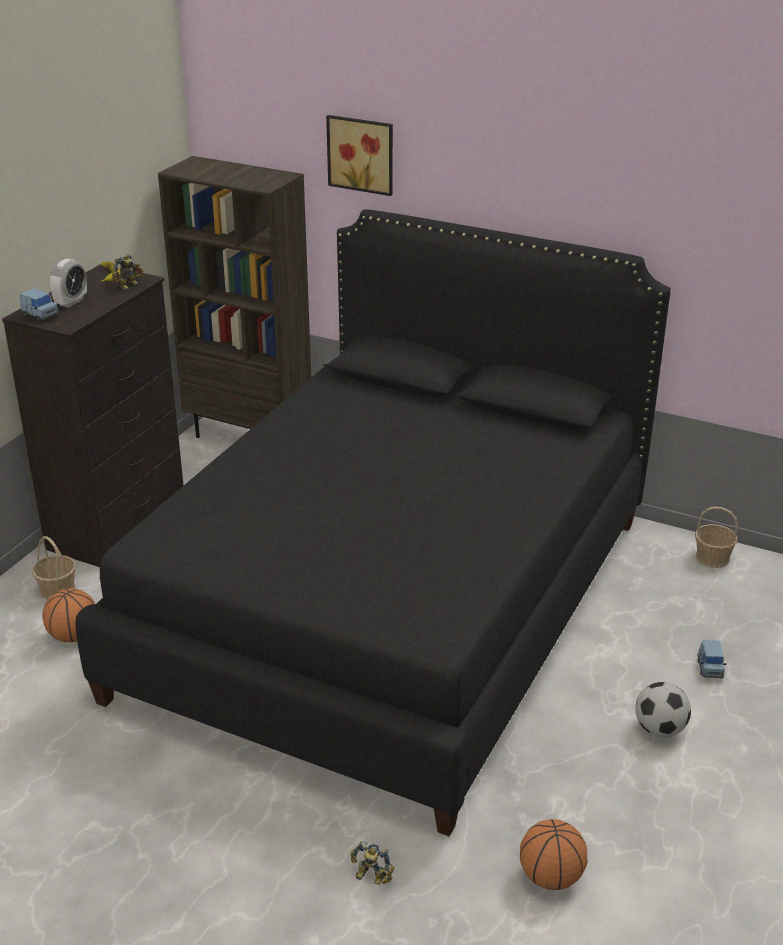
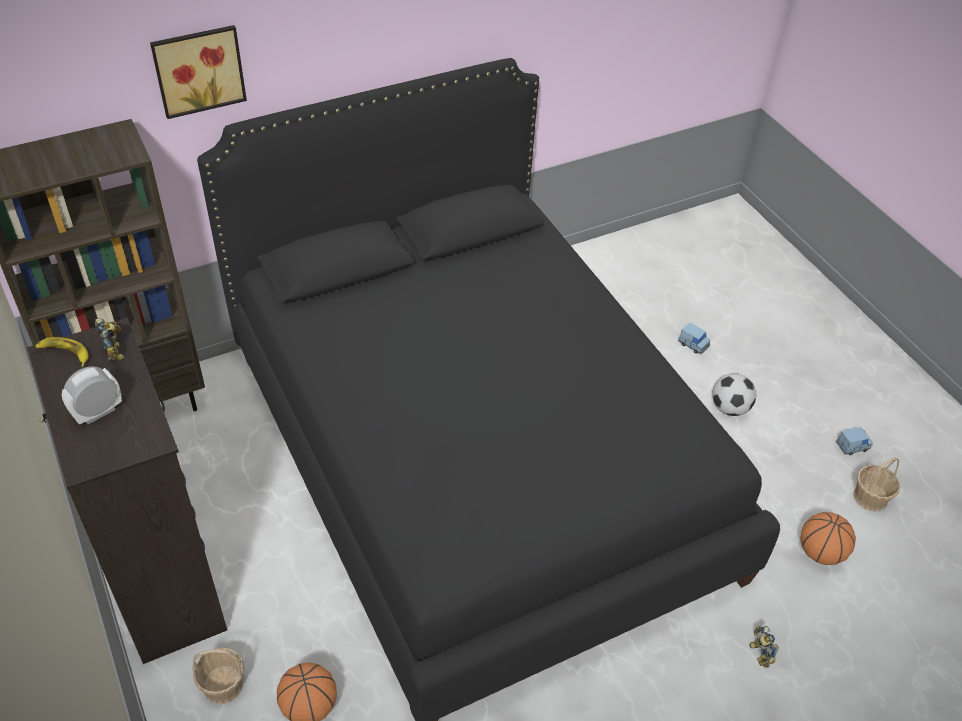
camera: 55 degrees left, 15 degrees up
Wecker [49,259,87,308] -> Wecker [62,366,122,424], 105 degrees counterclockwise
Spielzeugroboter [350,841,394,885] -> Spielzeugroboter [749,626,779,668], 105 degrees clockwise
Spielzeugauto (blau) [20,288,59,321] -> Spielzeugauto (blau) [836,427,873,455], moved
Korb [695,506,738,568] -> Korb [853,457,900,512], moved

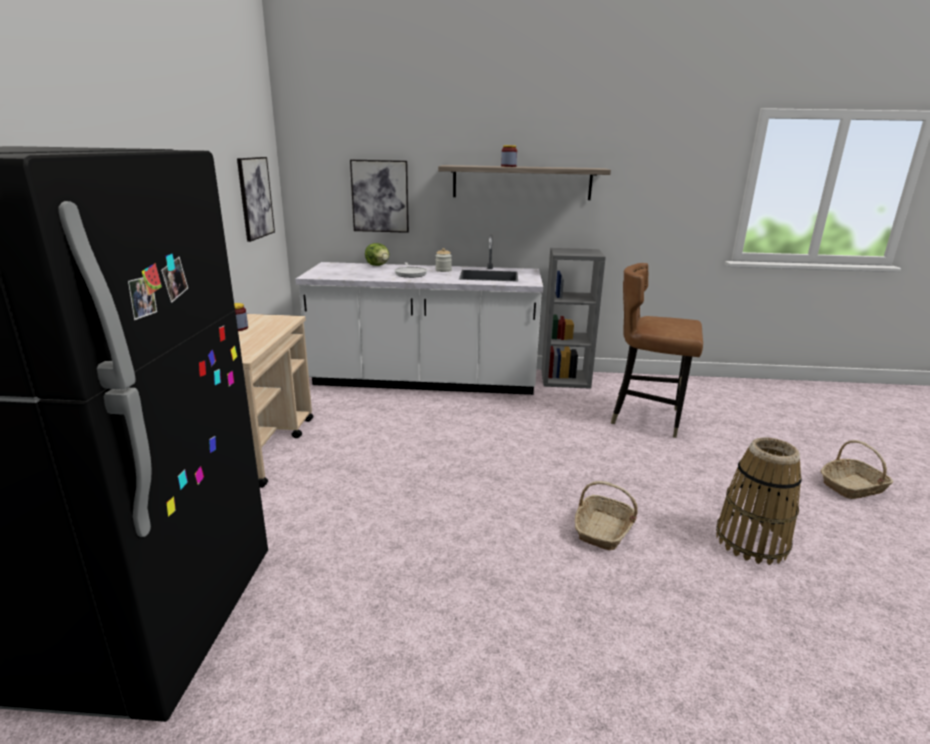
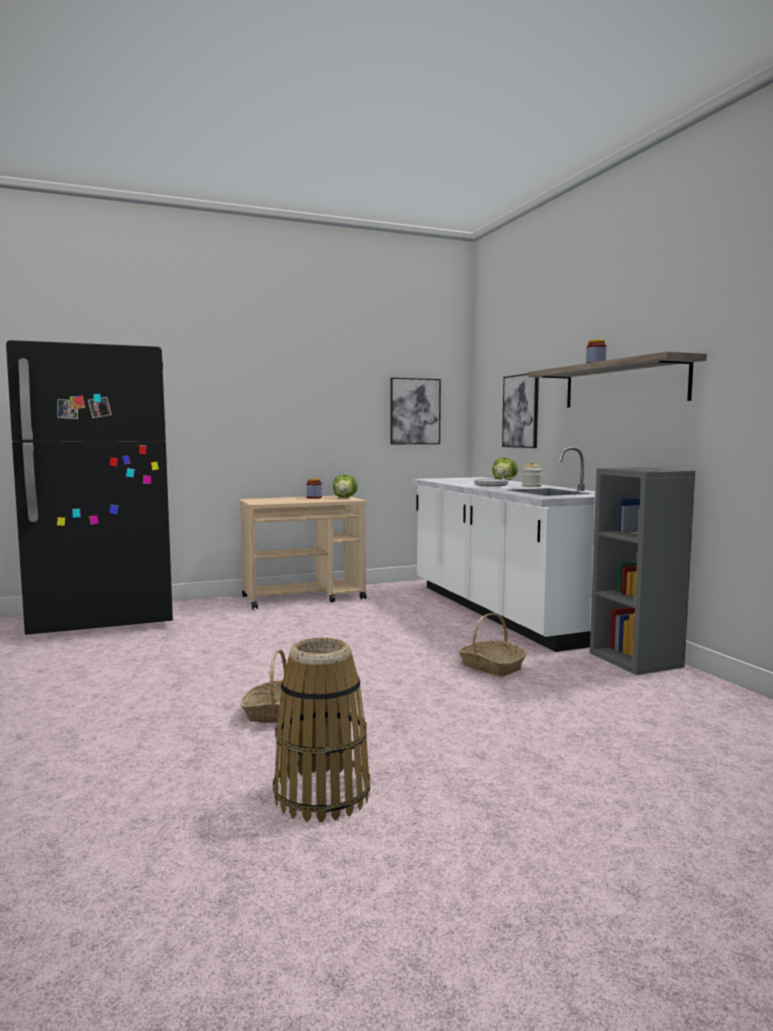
camera: 65 degrees right, 15 degrees down
none -> Salatkopf [333,475,358,498]
Korb [821,440,893,499] -> Korb [458,613,527,677], moved
Stuhl (braun) [611,263,703,438] -> none

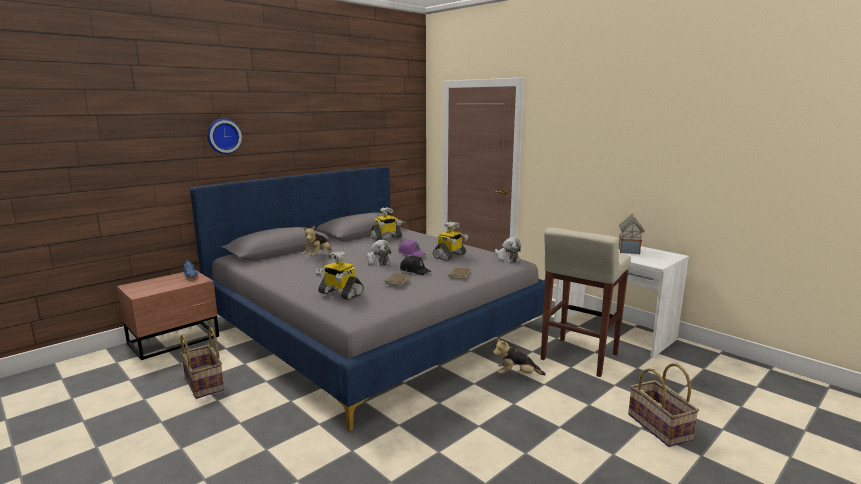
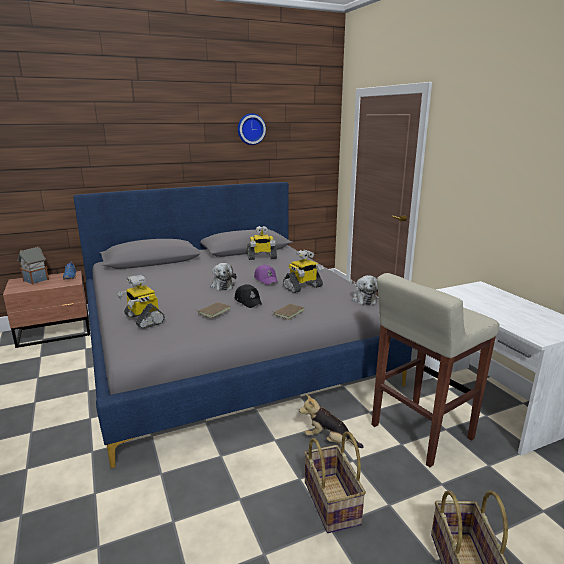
camera: 20 degrees right, 5 degrees up
Spielzeughaus [619,214,645,255] -> Spielzeughaus [17,246,49,285], moved
Wanduhr [207,119,242,154] -> Wanduhr [238,113,266,145], moved
Korb [181,327,224,399] -> Korb [304,431,366,533], moved
Plüschtier [302,226,331,257] -> none

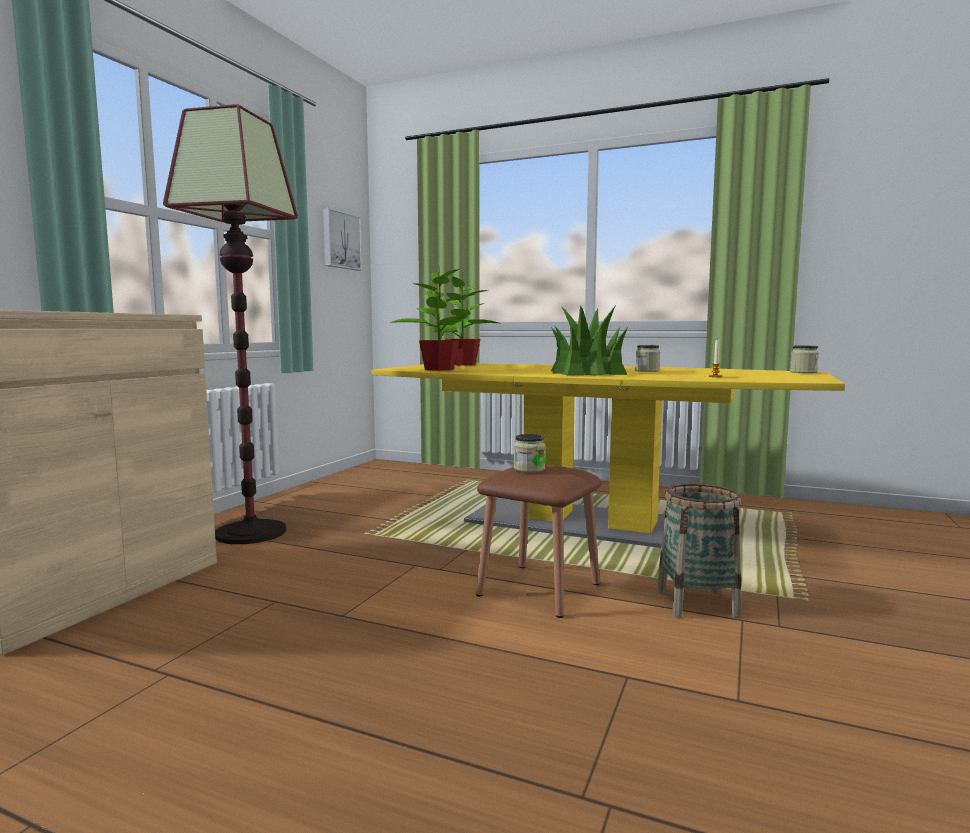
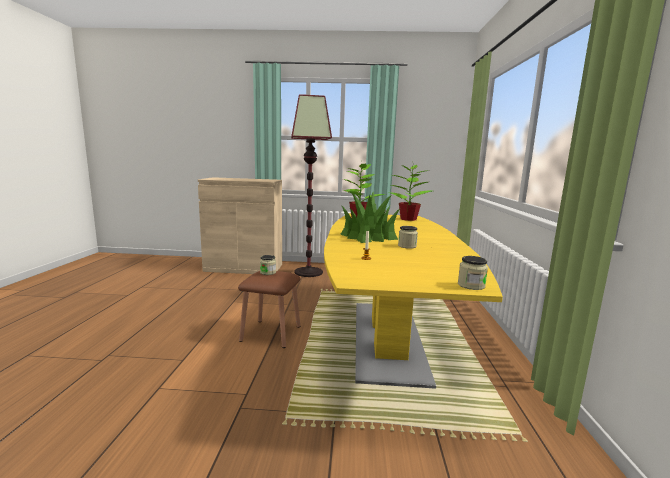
camera: 70 degrees right, 5 degrees up
Bild [323,208,362,271] -> none
Korb [657,483,741,618] -> none

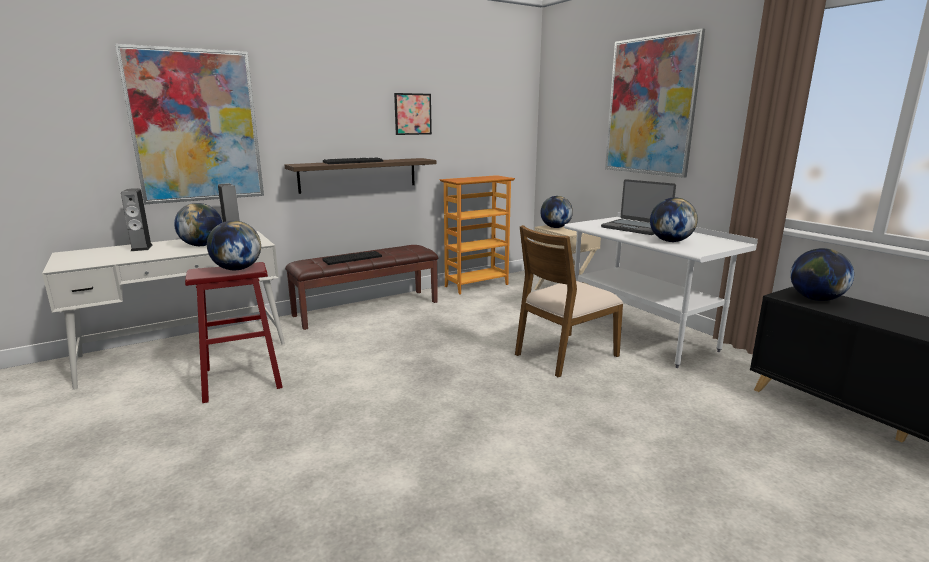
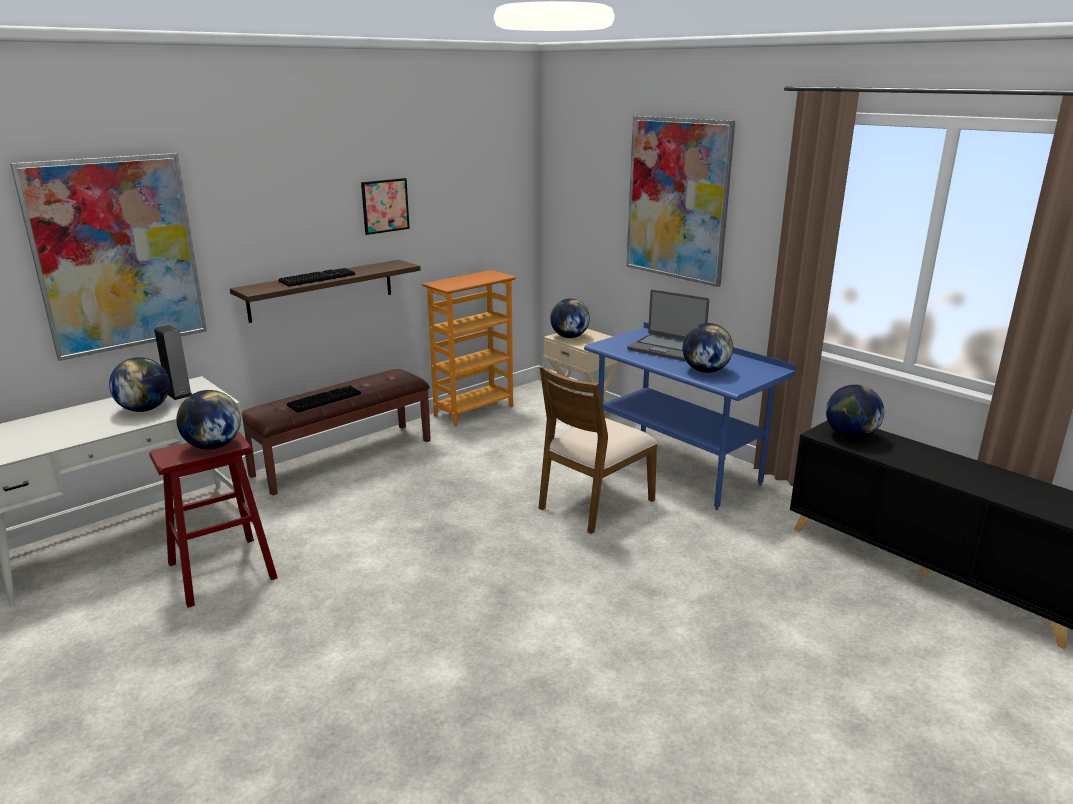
camera: 10 degrees left, 5 degrees up
Schreibtisch (weiß) [564,212,758,368] -> Schreibtisch (blau) [584,322,796,510]
Lautsprecher [121,188,152,251] -> none

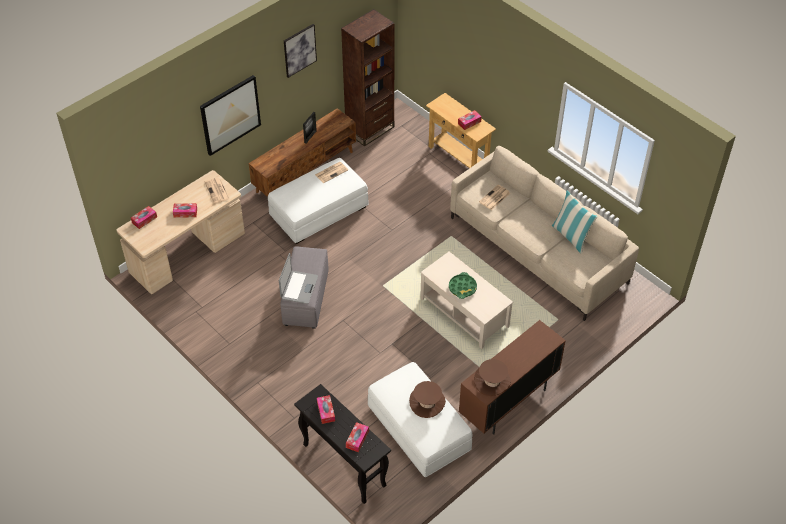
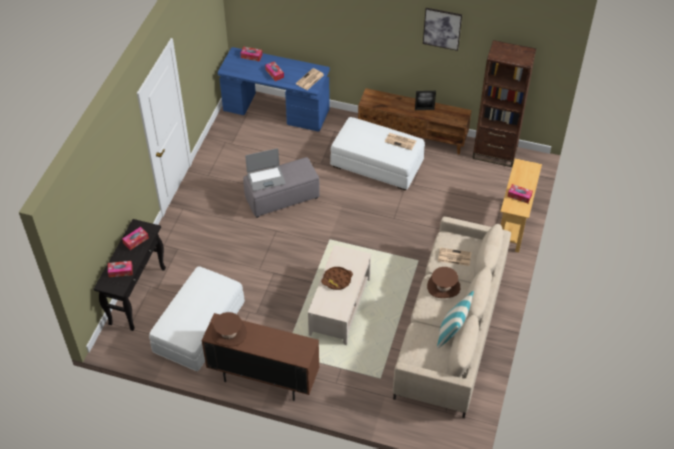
camera: 60 degrees right, 0 degrees up
Schreibtisch (beige) [116,170,245,294] -> Schreibtisch (blau) [218,47,330,132]
Tablett (grün) [449,272,477,299] -> Tablett (braun) [321,267,353,290]
Hut (braun) [409,381,446,418] -> Hut (braun) [427,267,460,298], moved
Bild [200,75,261,156] -> none

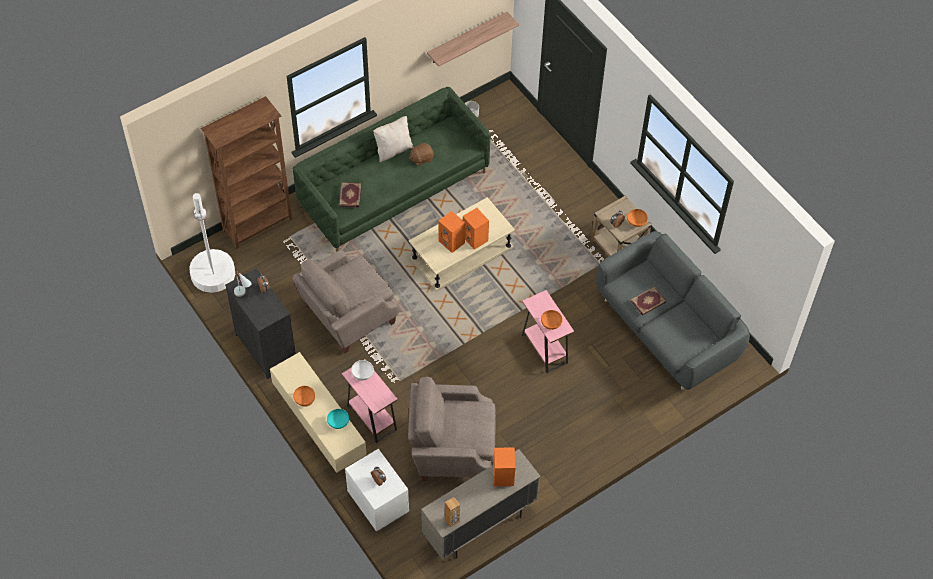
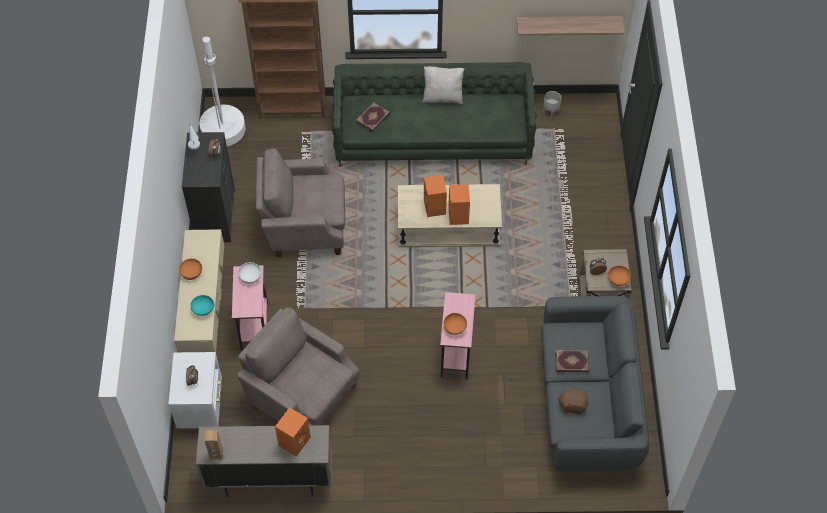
camera: 35 degrees right, 0 degrees up
Plüschtier (braun) [409,143,434,166] -> Plüschtier (braun) [557,386,589,414], moved

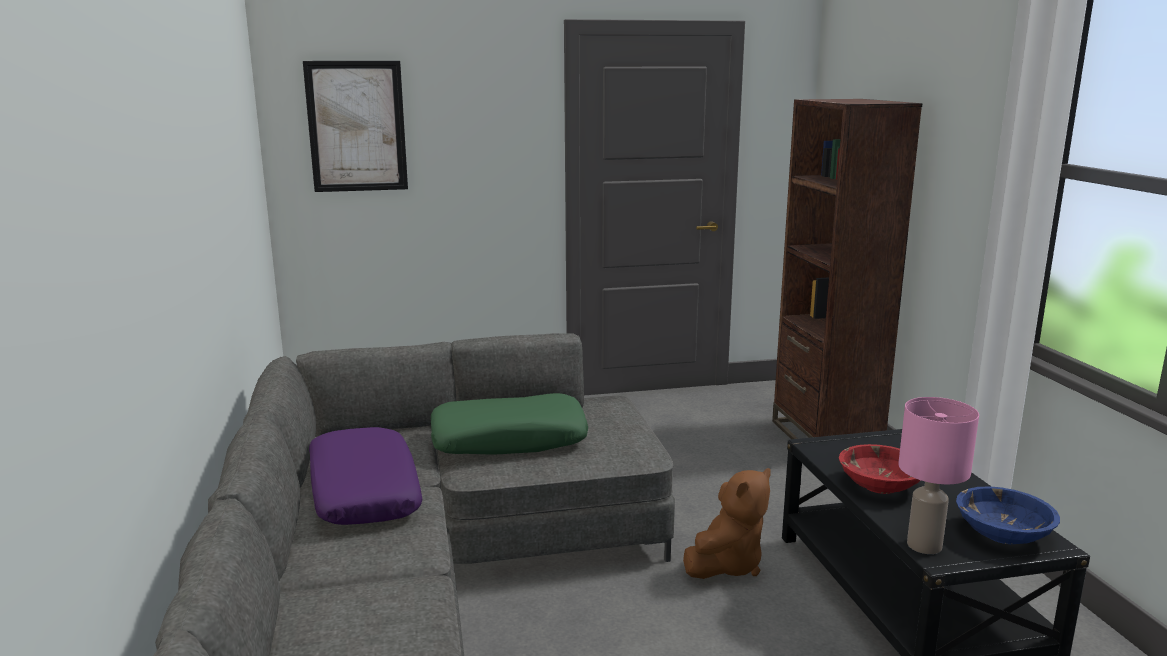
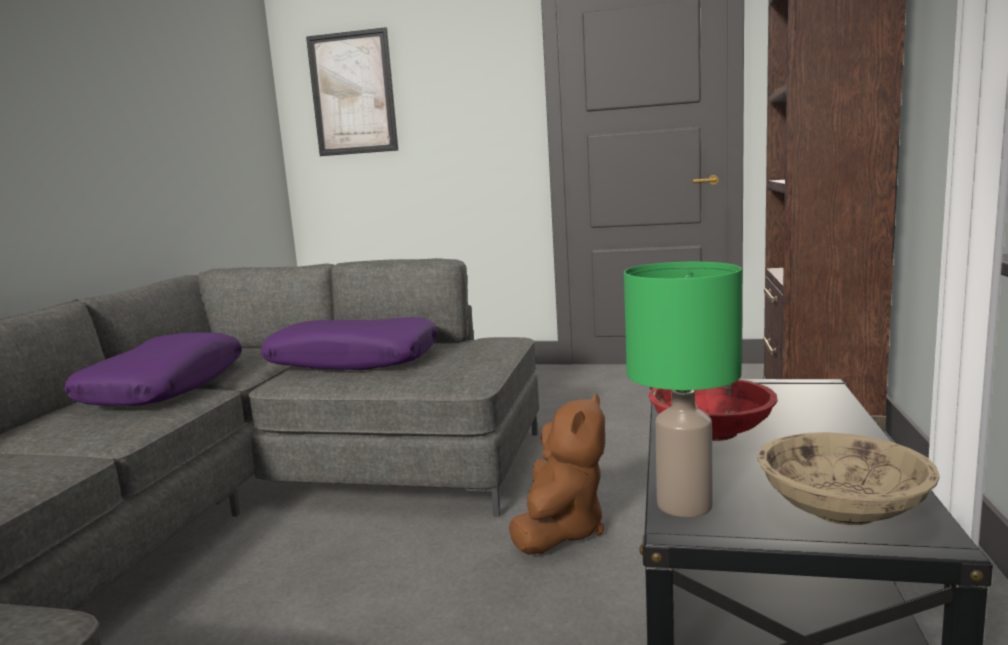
camera: 25 degrees right, 5 degrees down
Kissen (grün) [431,393,588,455] -> Kissen (lila) [261,317,437,370]
Plüschtier (braun) [683,468,770,579] -> Plüschtier (braun) [509,394,605,555], 45 degrees counterclockwise
Tischlampe (rosa) [898,397,979,554] -> Tischlampe (grün) [624,262,742,518]
Schüssel (blau) [956,487,1060,544] -> Schüssel (beige) [757,432,940,525]

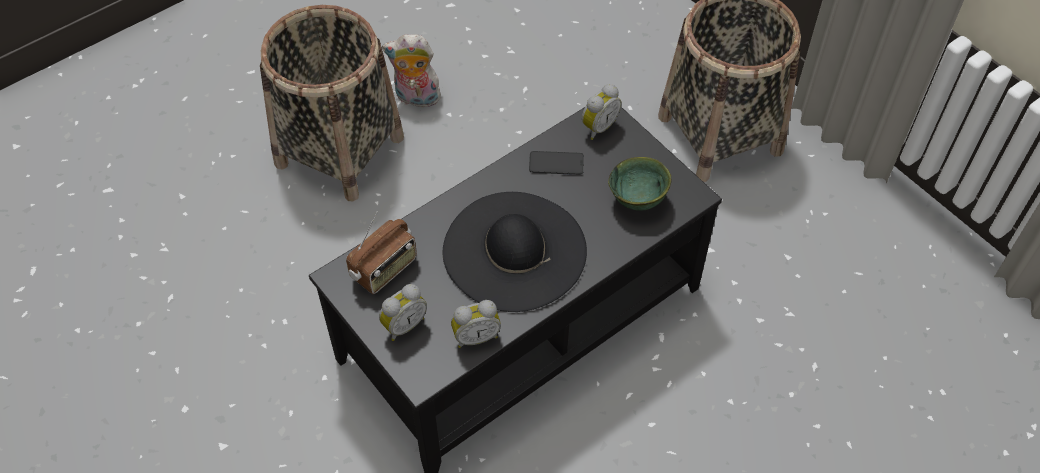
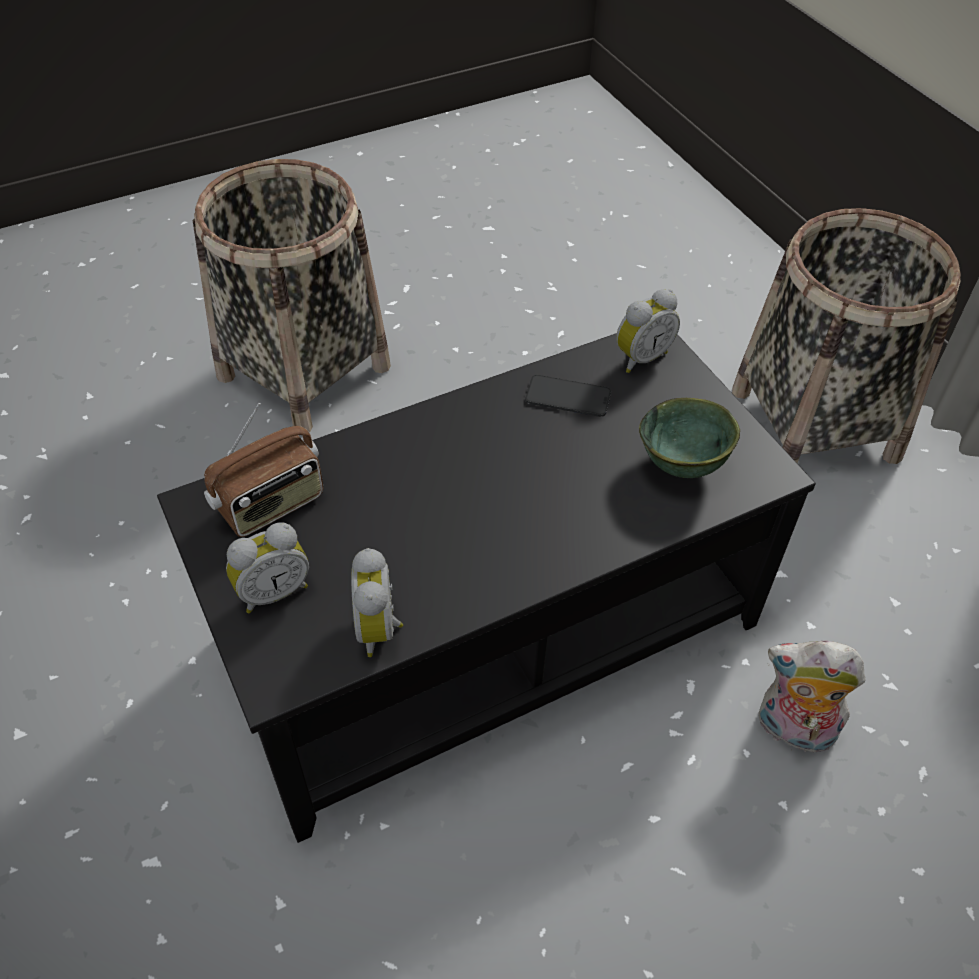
camera: 10 degrees right, 5 degrees down
Wecker [451,300,501,348] -> Wecker [351,548,403,657], 90 degrees clockwise
Plüschtier [382,34,445,107] -> Plüschtier [758,641,866,753], moved
Hut (schwarz) [442,192,587,312] -> none

